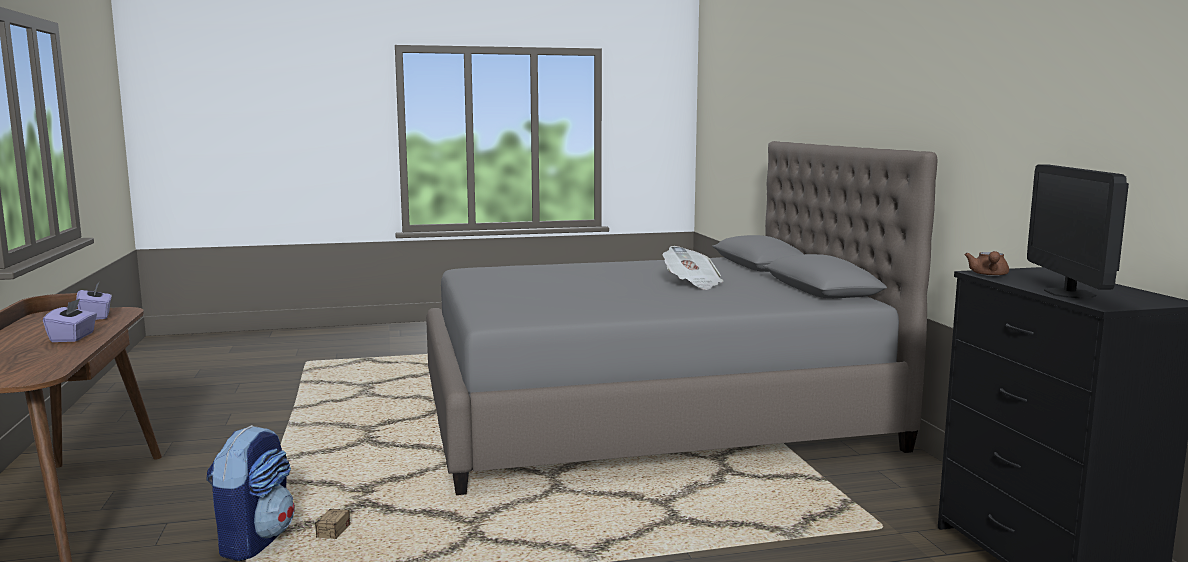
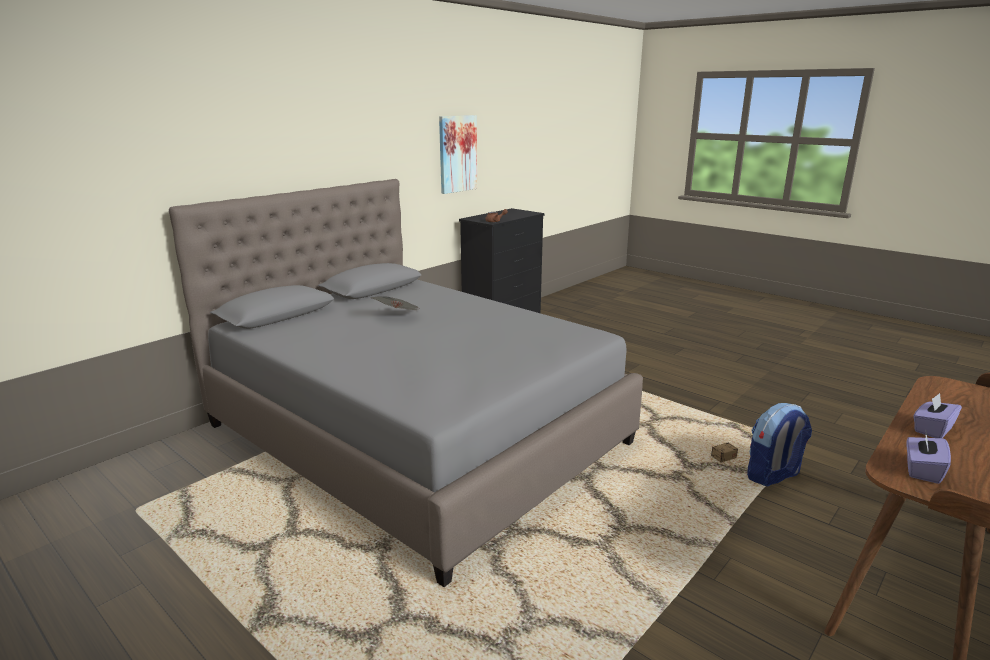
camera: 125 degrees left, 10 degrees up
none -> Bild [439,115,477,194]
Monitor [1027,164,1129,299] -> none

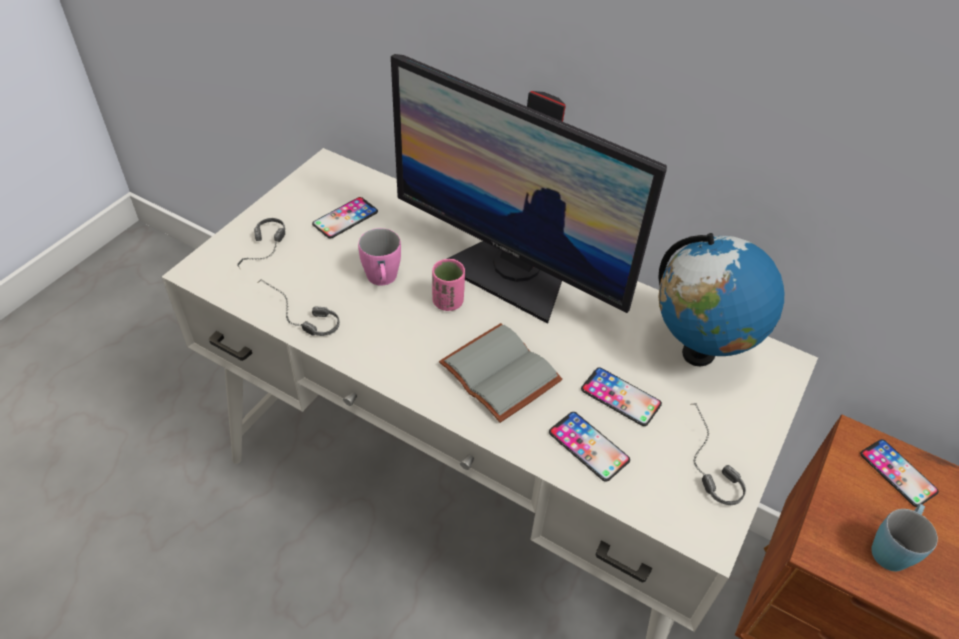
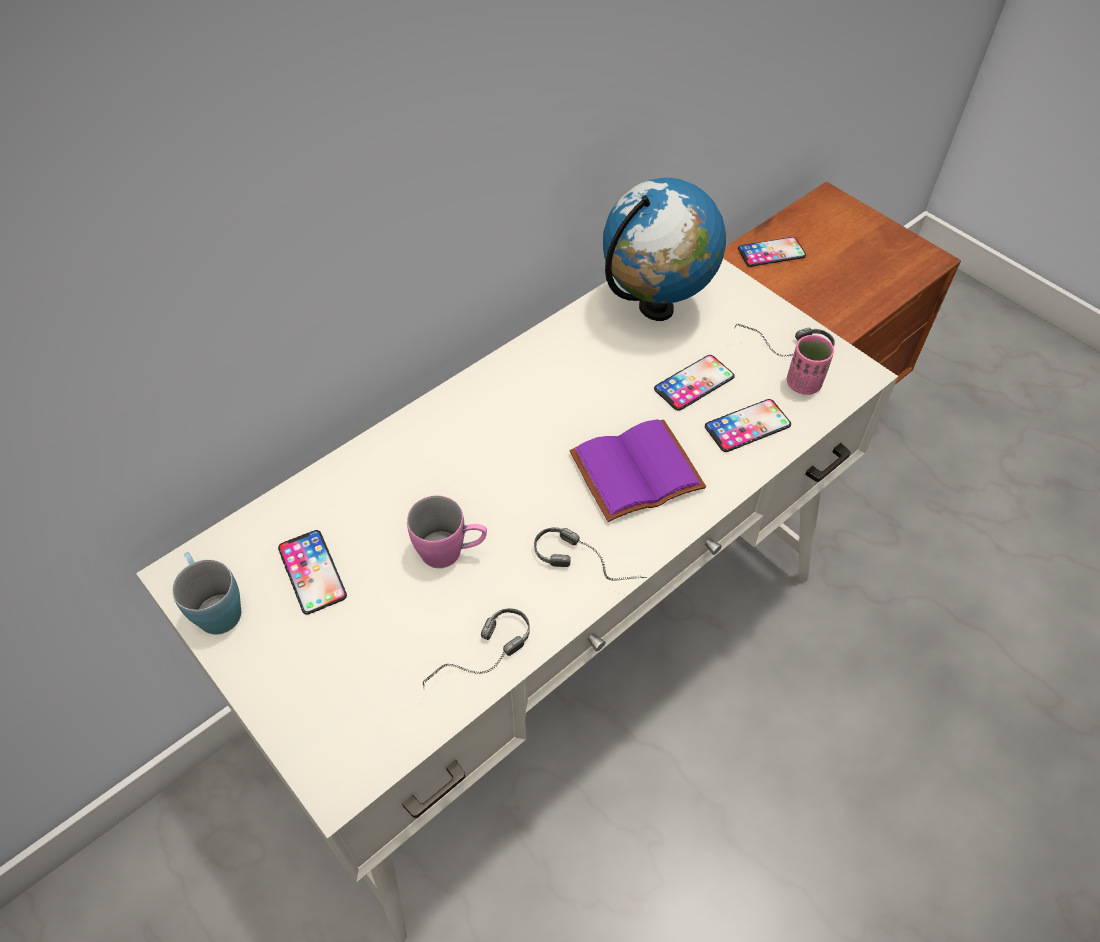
camera: 70 degrees left, 5 degrees up
Henkelbecher (blau) [871,504,938,572] -> Henkelbecher (blau) [172,552,241,635], moved
Kopfhörer [237,218,285,268] -> Kopfhörer [534,527,647,581], moved
Buch (grau) [439,323,563,423] -> Buch (lila) [570,419,706,522]
Tasse (rosa) [432,259,465,311] -> Tasse (rosa) [787,335,834,395], moved
Monitor [391,54,667,324] -> none

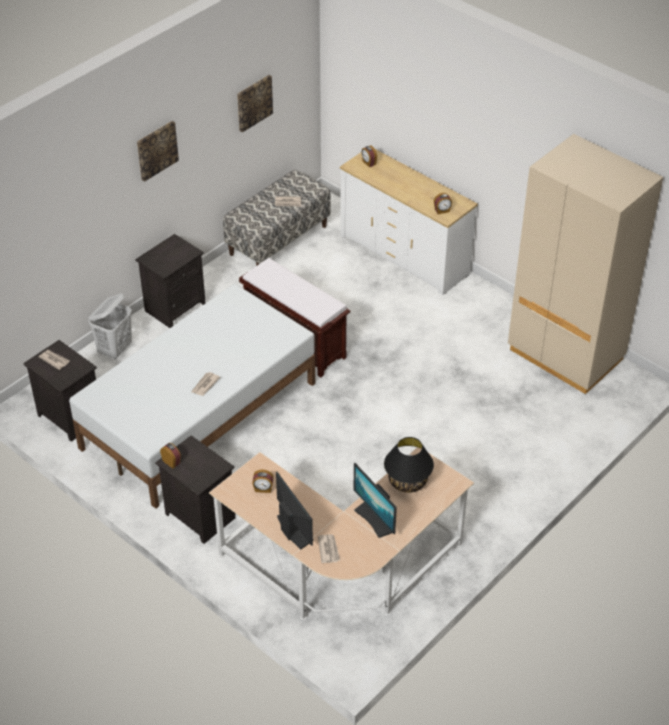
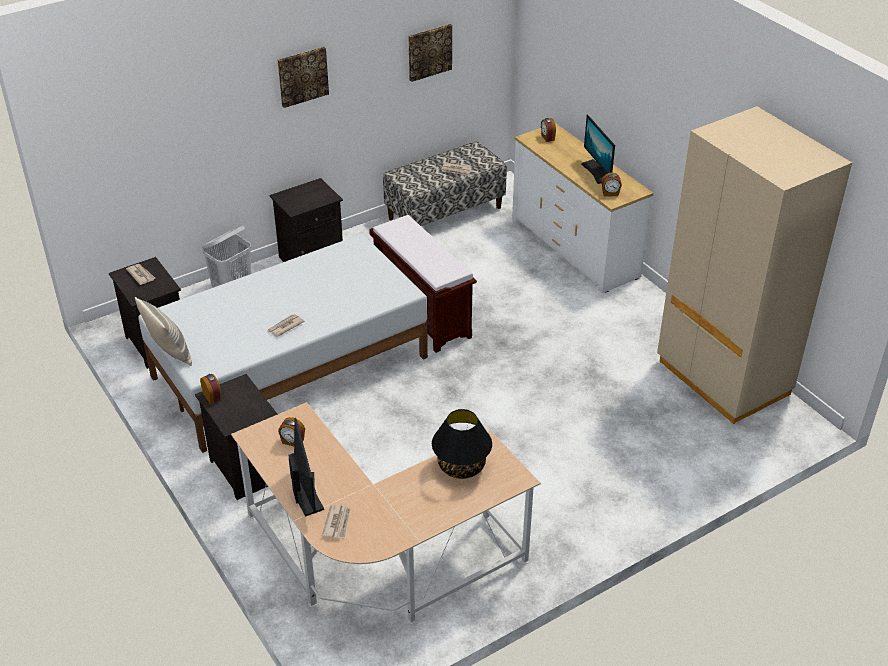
camera: 15 degrees right, 5 degrees down
none -> Kissen [135,297,192,366]
Monitor [353,463,397,538] -> Monitor [581,115,615,184], moved

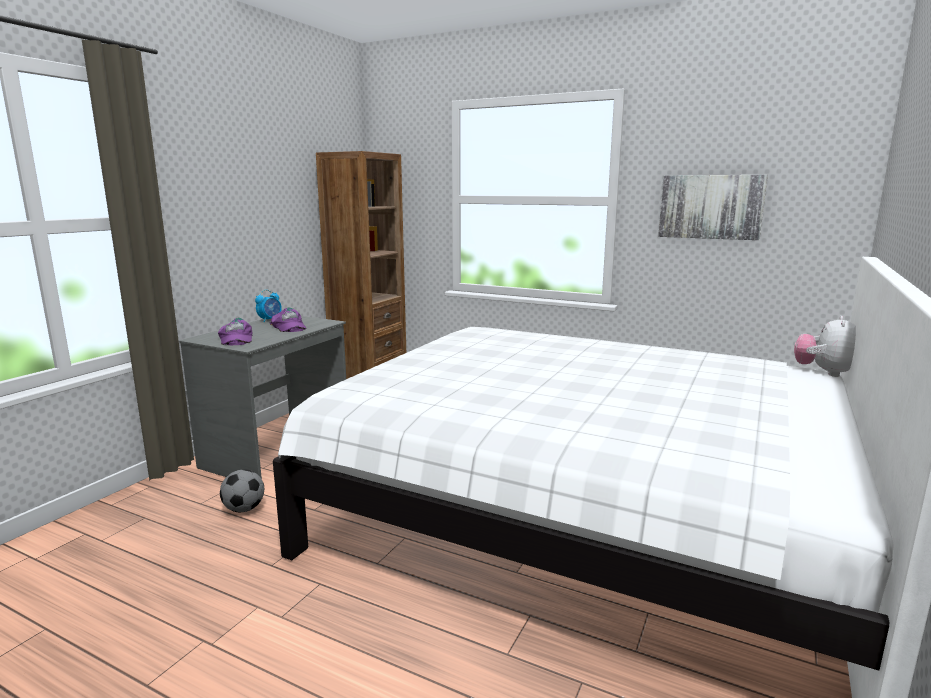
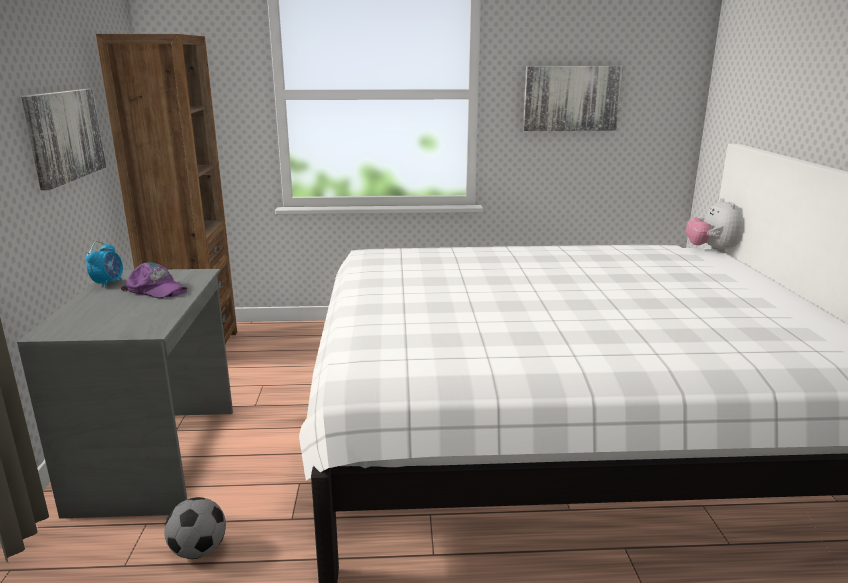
camera: 30 degrees left, 5 degrees up
none -> Bild [21,89,107,190]
Kappe (lila) [218,318,253,345] -> none

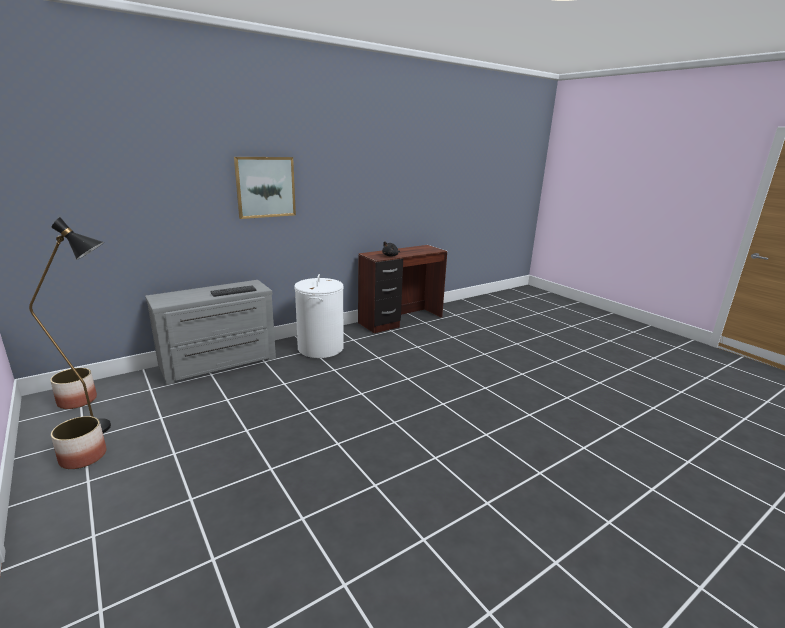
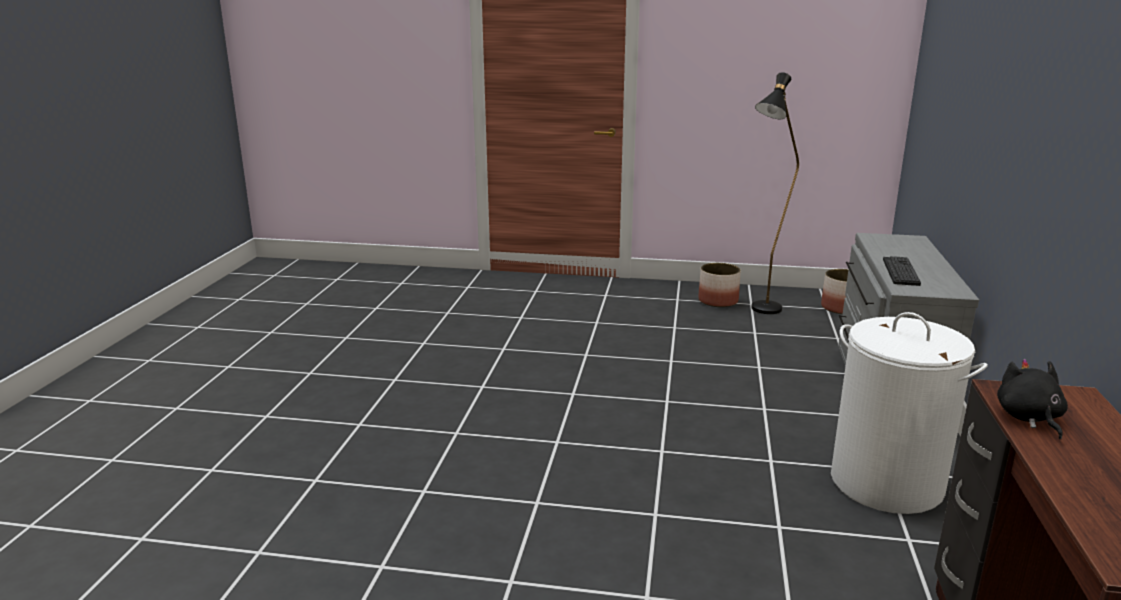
camera: 135 degrees right, 0 degrees up
Bild [234,157,296,219] -> none

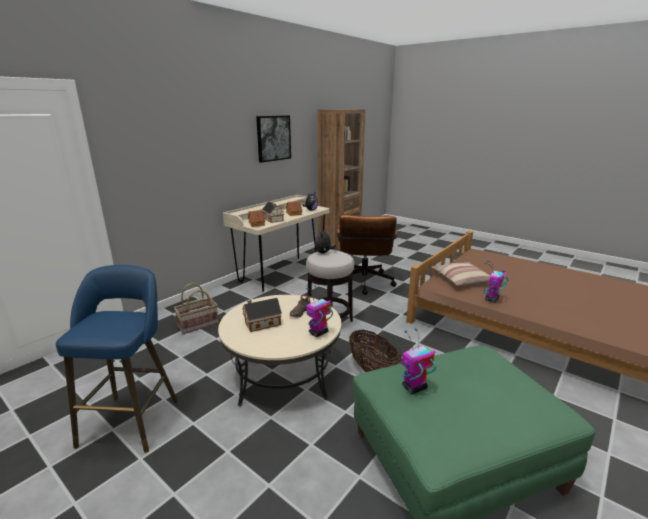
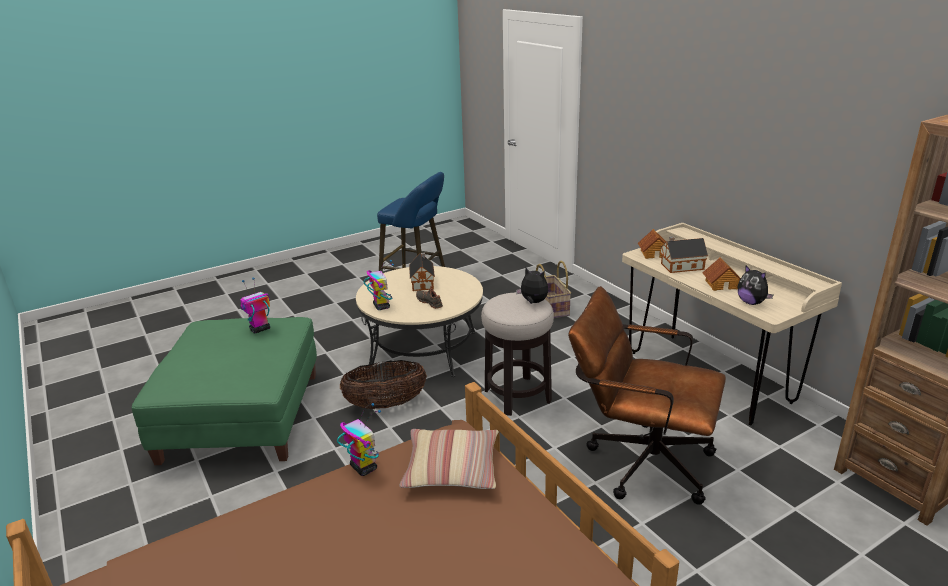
camera: 110 degrees right, 5 degrees up
Spielzeugroboter [402,328,436,394] -> Spielzeugroboter [240,277,270,334], 120 degrees counterclockwise
Bild [256,115,291,163] -> none

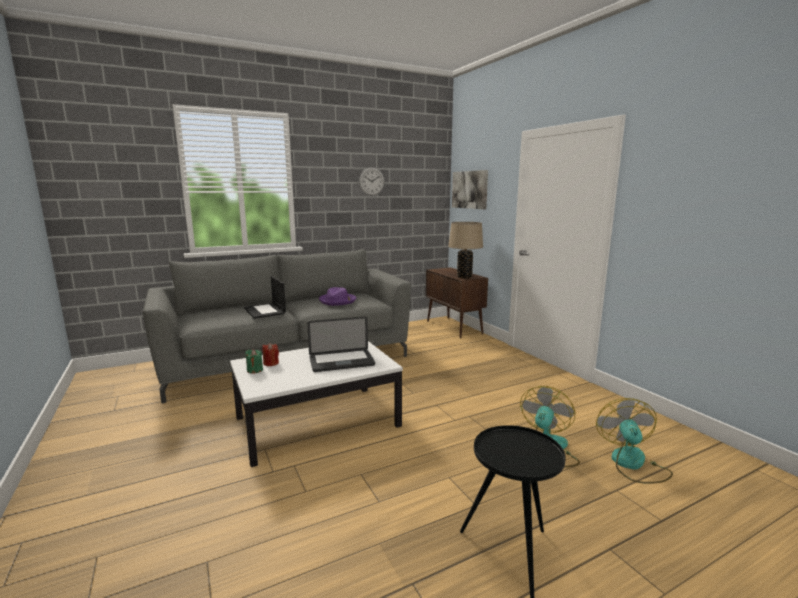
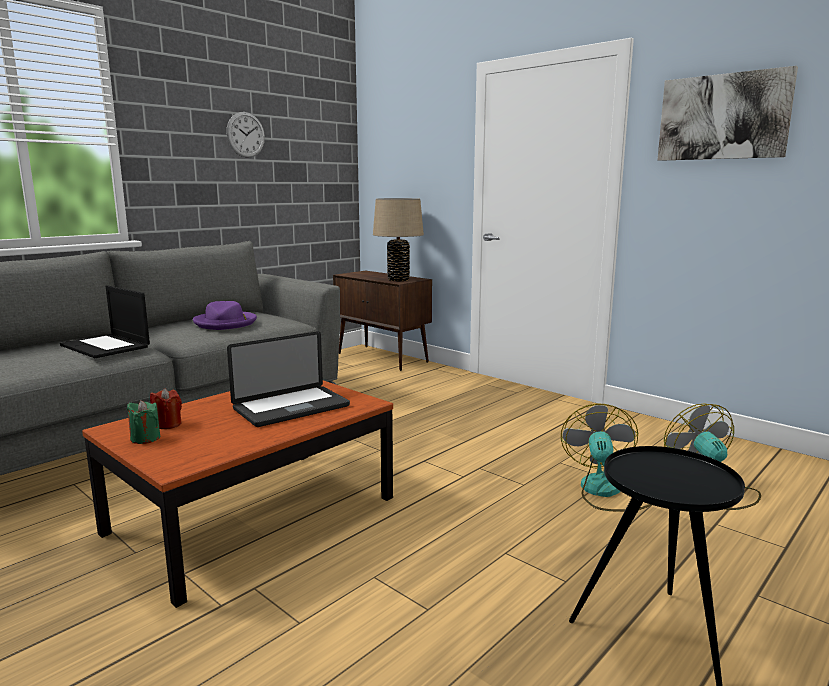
camera: 20 degrees left, 0 degrees up
Couchtisch (weiß) [230,341,403,467] -> Couchtisch (braun) [82,380,393,608]
Bild [452,170,488,209] -> Bild [658,66,798,161], moved

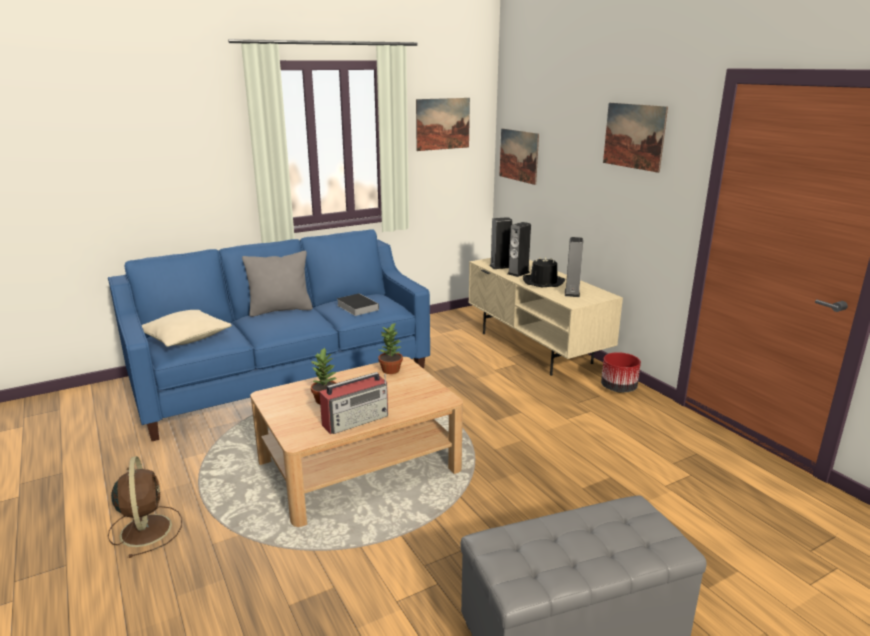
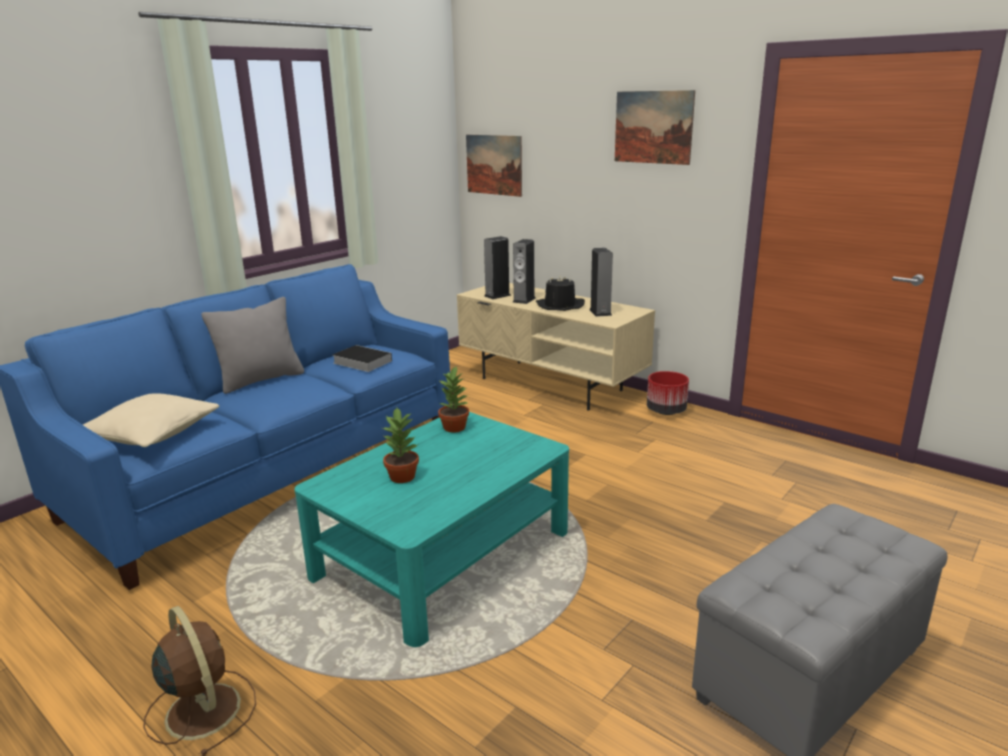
camera: 20 degrees left, 0 degrees up
Couchtisch (beige) [250,357,463,527] -> Couchtisch (türkis) [294,412,569,647]
Radio [319,372,388,434] -> none
Bild [416,98,470,151] -> none

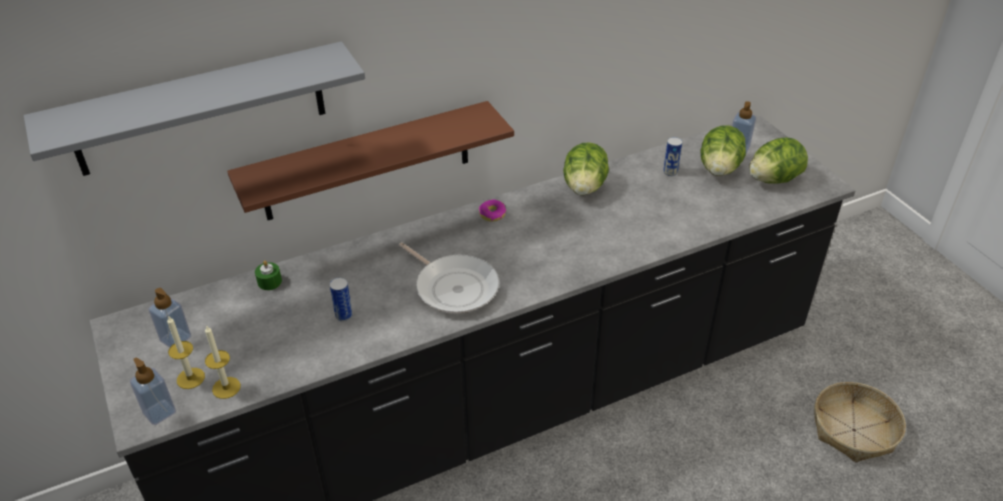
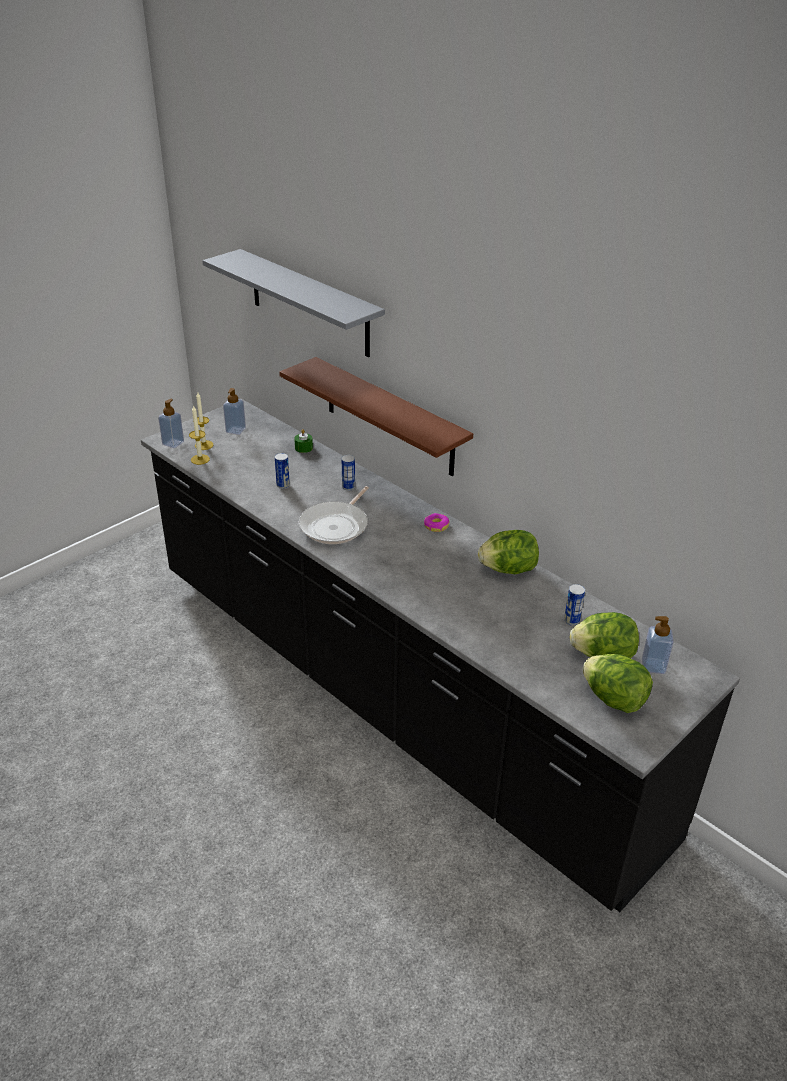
camera: 70 degrees right, 5 degrees down
none -> Dose [342,455,355,491]
Korb [814,382,906,462] -> none

